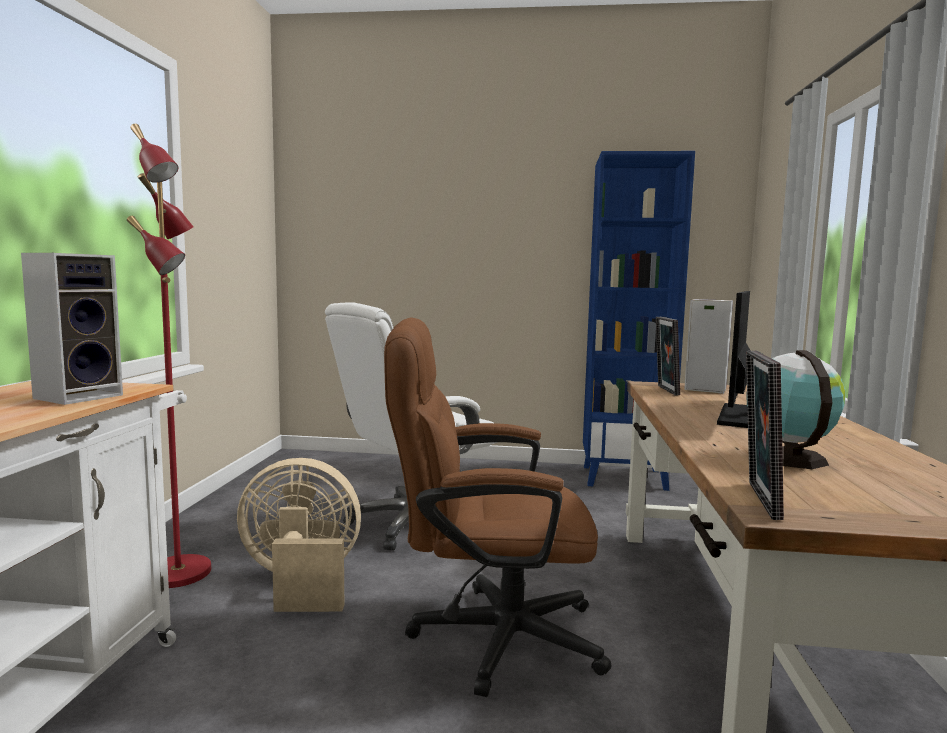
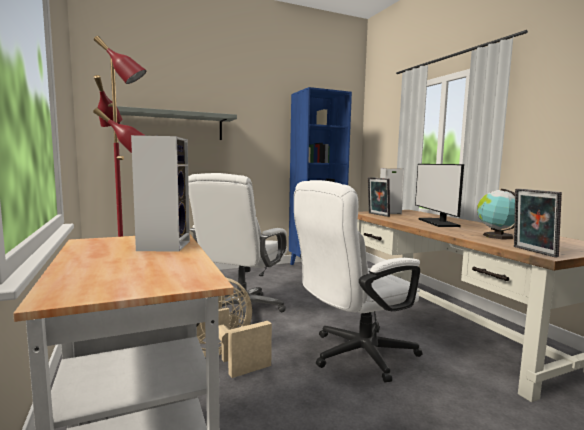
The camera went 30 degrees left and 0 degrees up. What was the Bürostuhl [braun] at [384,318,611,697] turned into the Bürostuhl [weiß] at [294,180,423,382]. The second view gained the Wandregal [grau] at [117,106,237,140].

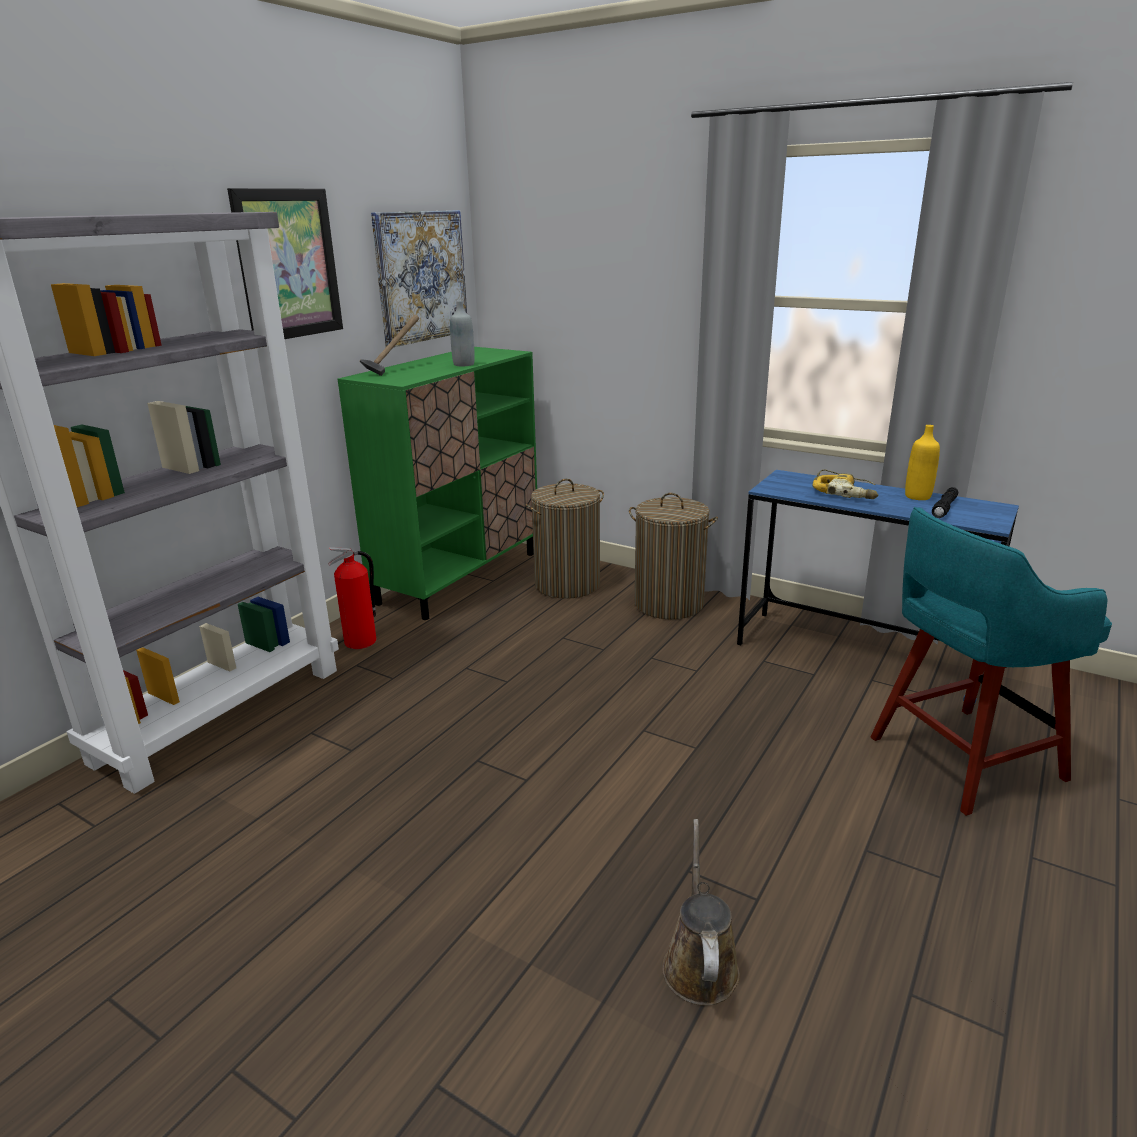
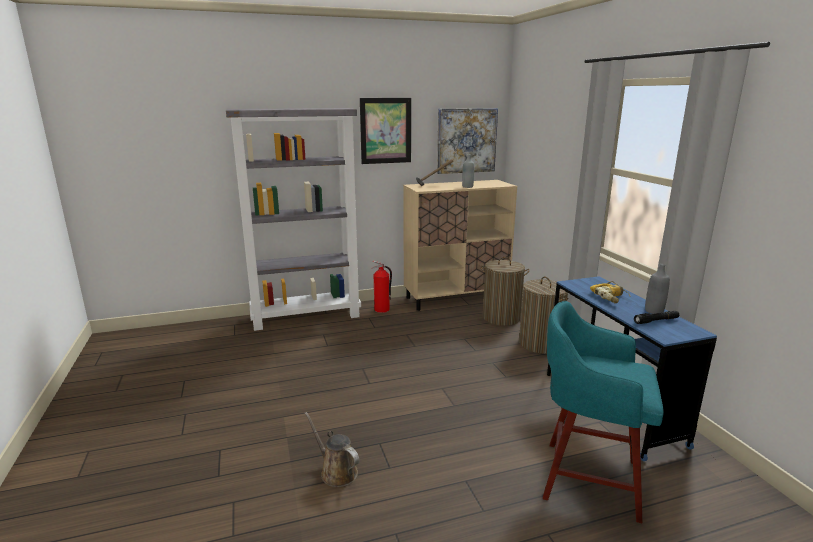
The camera went 40 degrees right and 5 degrees down. What was the Schrank [grün] at [337,347,537,620] turned into the Schrank [beige] at [403,180,517,311]. The Gießkanne [braun] at [662,819,740,1006] ended up facing another way, 90 degrees counterclockwise from before. What was the Flasche [gelb] at [905,425,940,500] turned into the Flasche [grau] at [645,264,670,314].

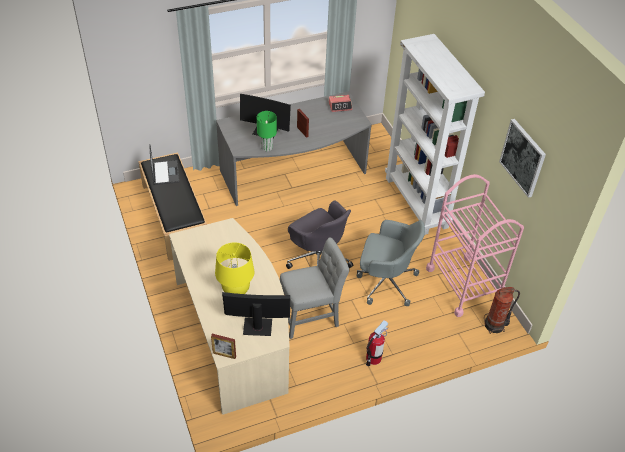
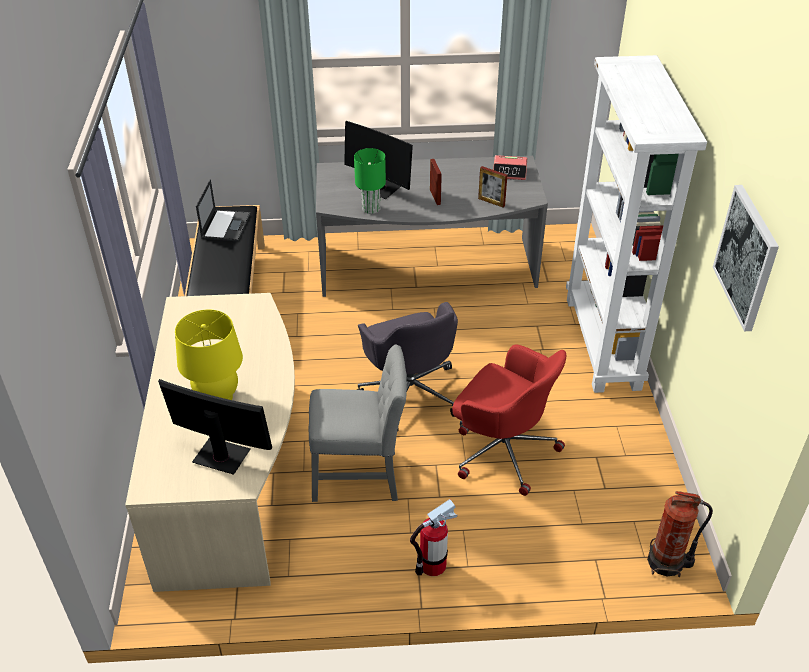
The camera went 20 degrees right and 5 degrees down. The Bilderrahmen ended up elsewhere, having gone from [211,334,236,359] to [478,166,507,207]. What was the Bürostuhl [grau] at [357,220,425,306] turned into the Bürostuhl [rot] at [452,344,566,496]. The second view lost the Rollwagen [rosa] at [426,174,524,317].

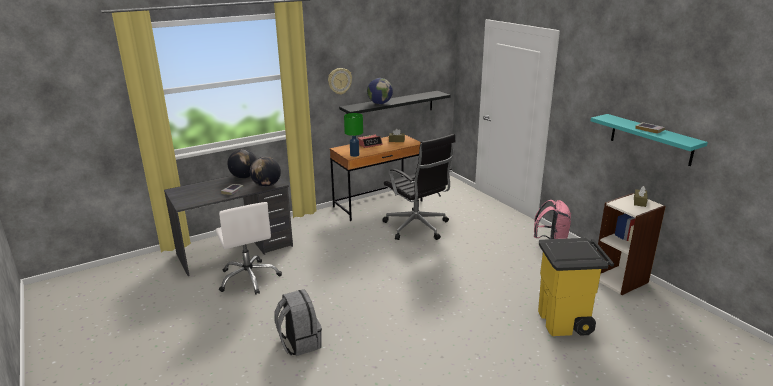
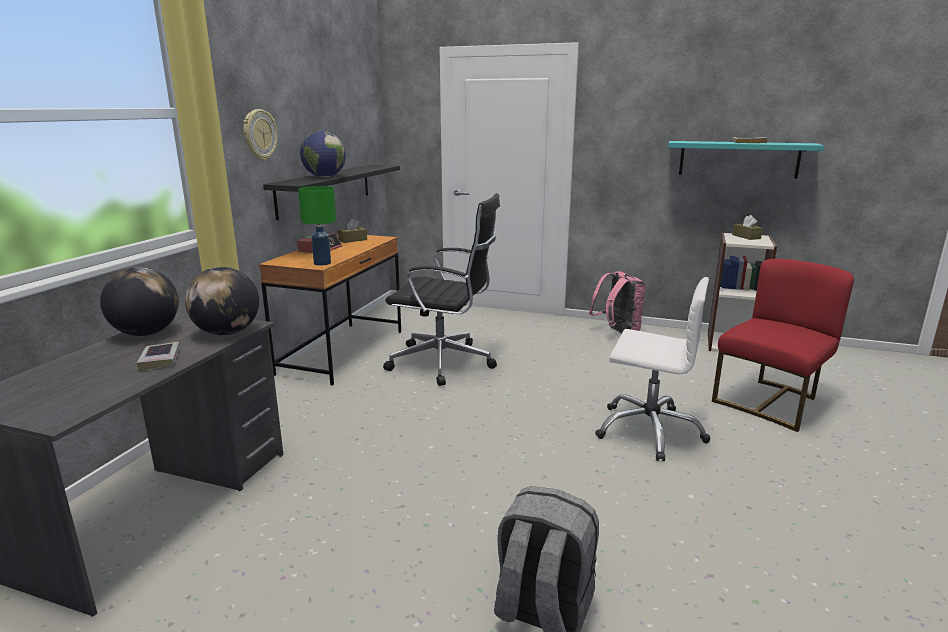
The camera went 40 degrees left and 5 degrees down. The Bürostuhl [weiß] ended up elsewhere, having gone from [216,202,282,295] to [595,277,710,461]. Where the Mülleimer [gelb] stood at [538,238,614,336], the Stuhl [rot] came to stand at [712,259,854,432].

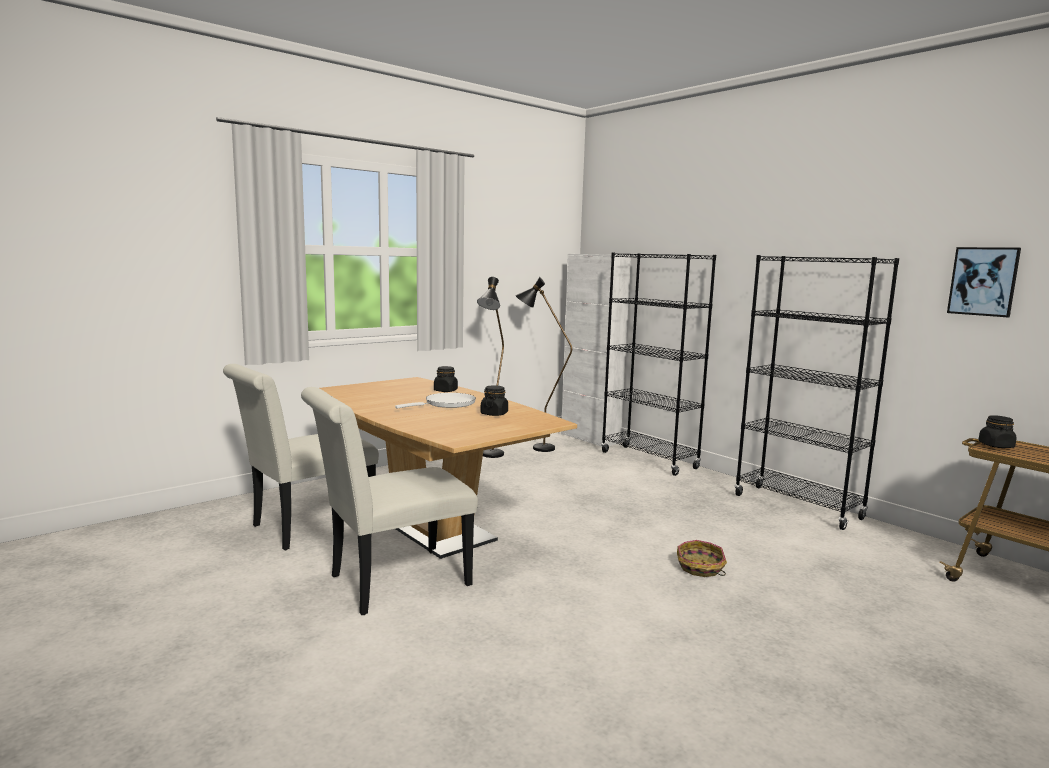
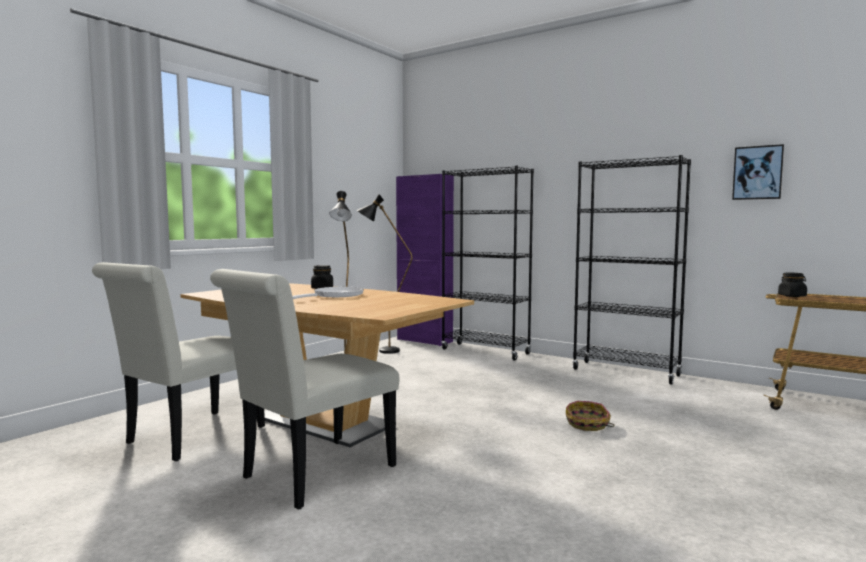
The camera went 15 degrees left and 5 degrees down. The second view lost the Vorratsglas [schwarz] at [480,385,508,416]. What was the Schrank [weiß] at [561,254,631,447] turned into the Schrank [lila] at [396,174,454,346].

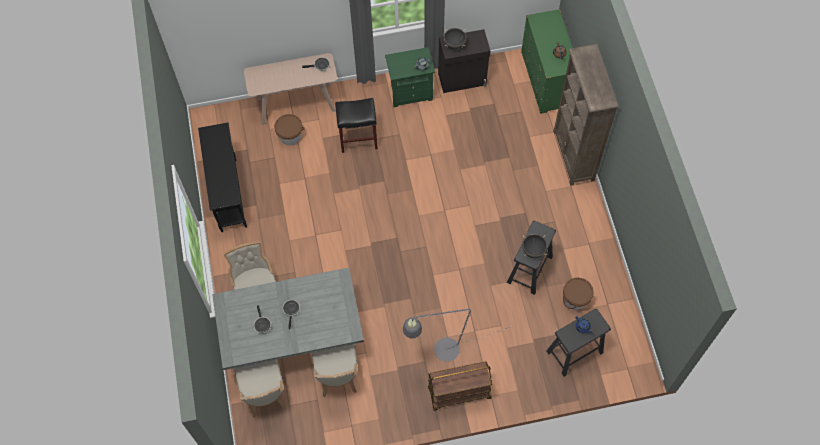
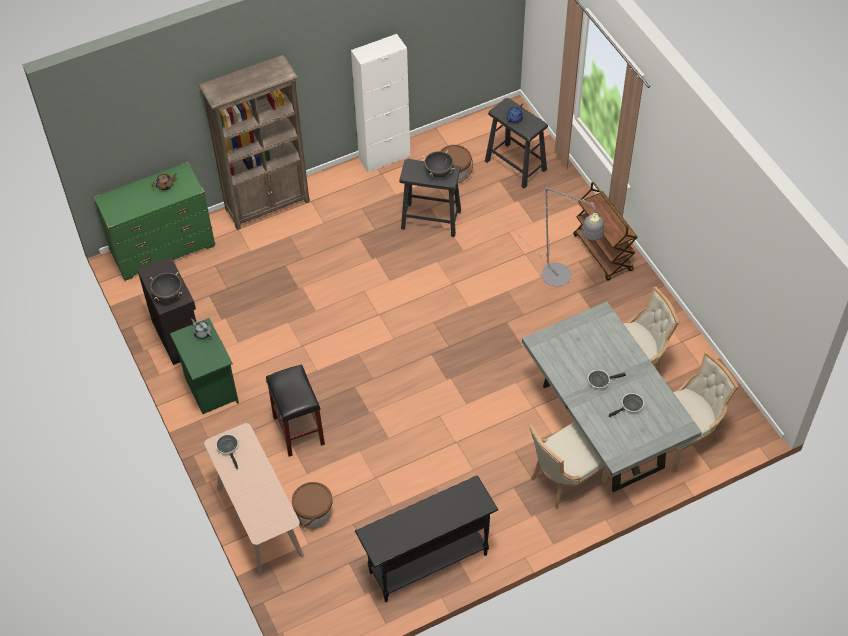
The camera went 105 degrees left and 10 degrees down. The second view gained the Schrank [weiß] at [351,34,410,173].

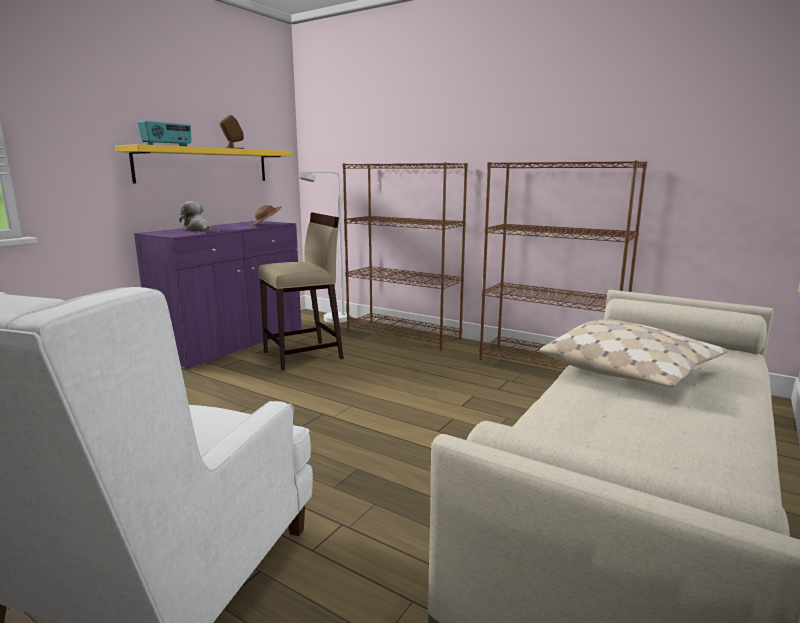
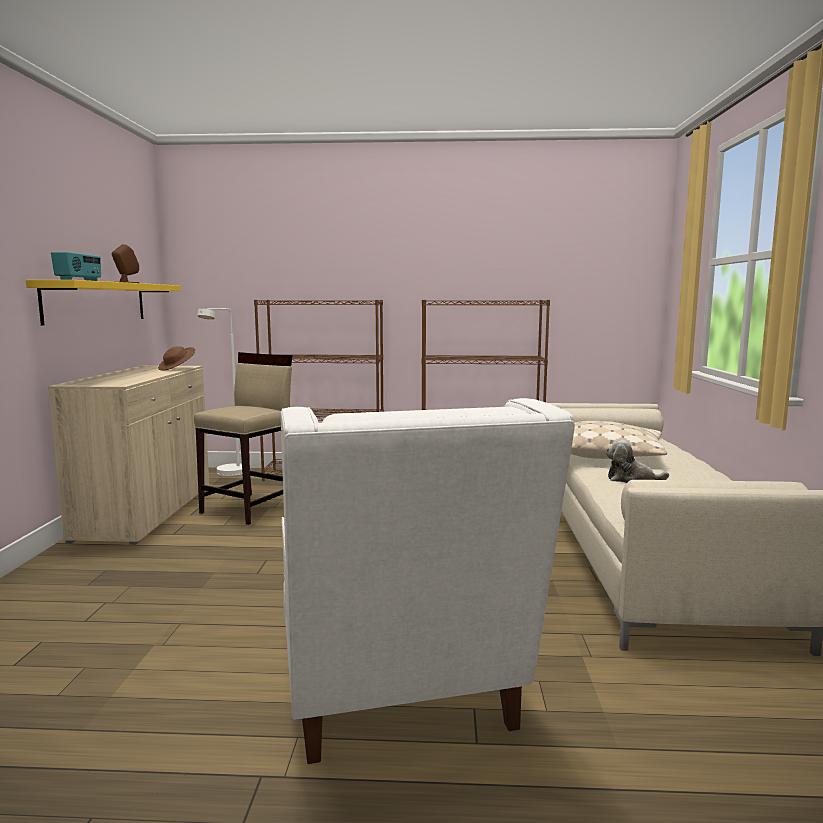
The camera went 30 degrees left and 5 degrees down. What was the Schrank [lila] at [134,221,302,371] turned into the Schrank [beige] at [48,365,209,545]. The Plüschtier ended up elsewhere, having gone from [179,201,212,232] to [606,440,669,483].

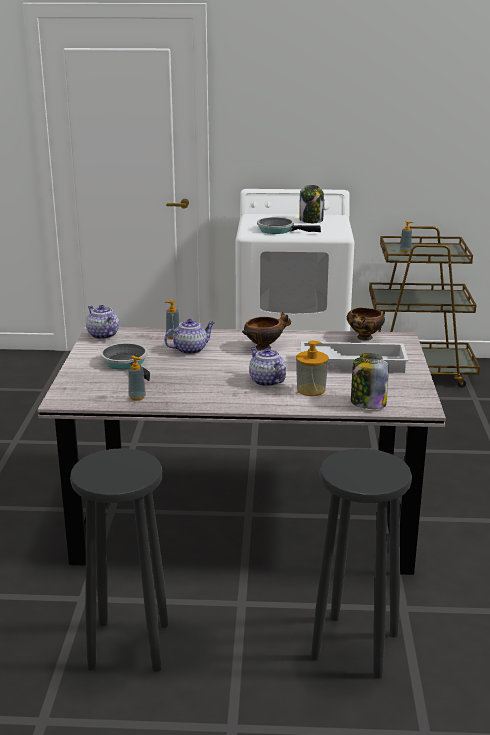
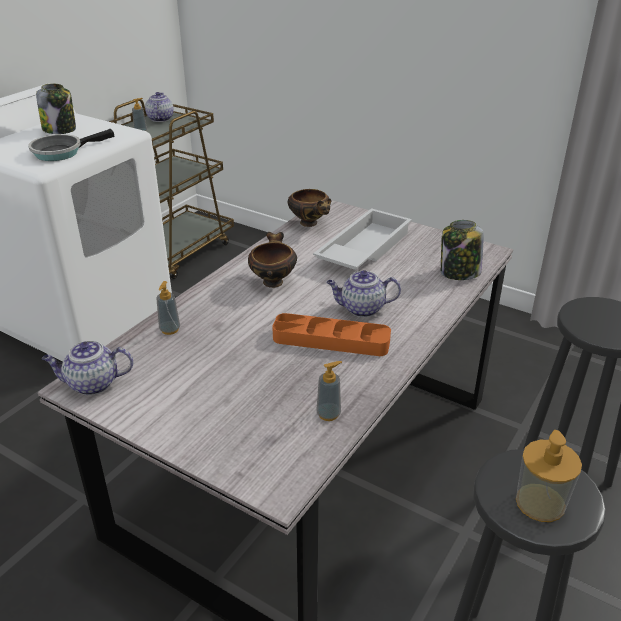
The camera went 60 degrees left and 10 degrees up. The second view lost the Pfanne at [100,343,150,381]. The Teekanne ended up elsewhere, having gone from [164,319,214,354] to [145,92,174,122]. The Seifenspender ended up elsewhere, having gone from [296,340,329,396] to [516,430,582,522]. The second view gained the Tablett [orange] at [272,313,391,356].

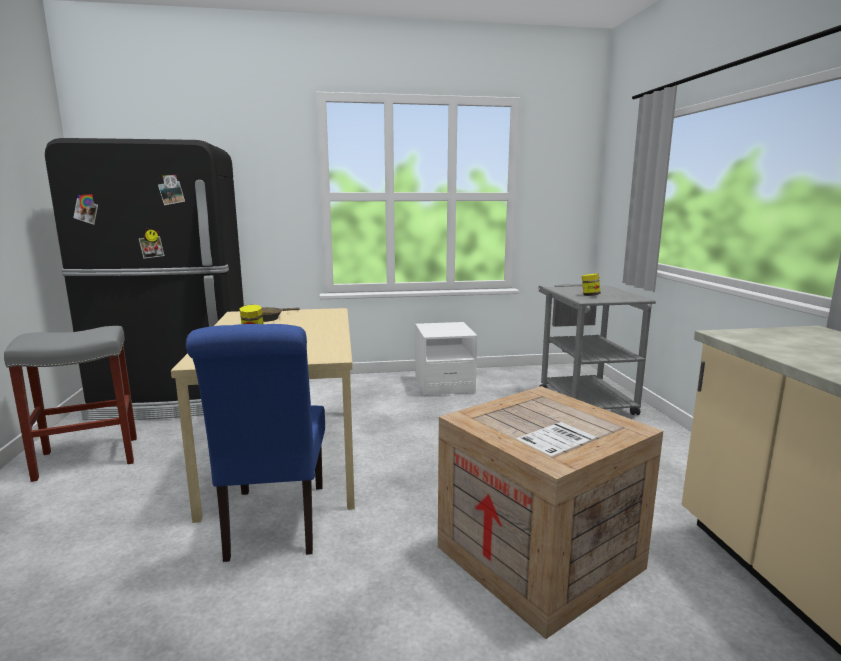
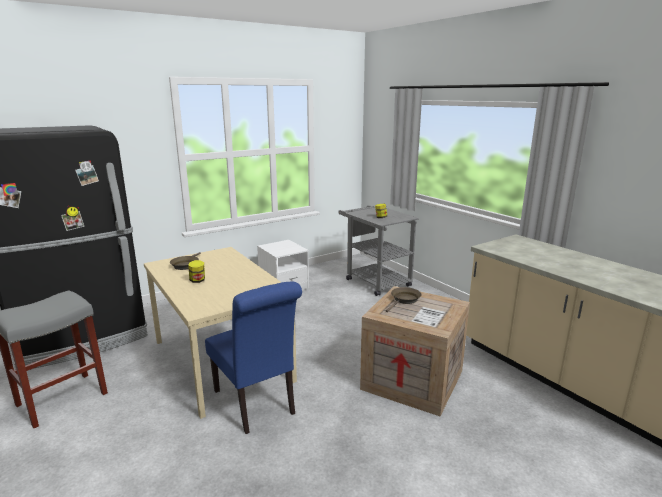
The camera went 25 degrees left and 5 degrees up. The second view gained the Pfanne [braun] at [386,287,421,312].

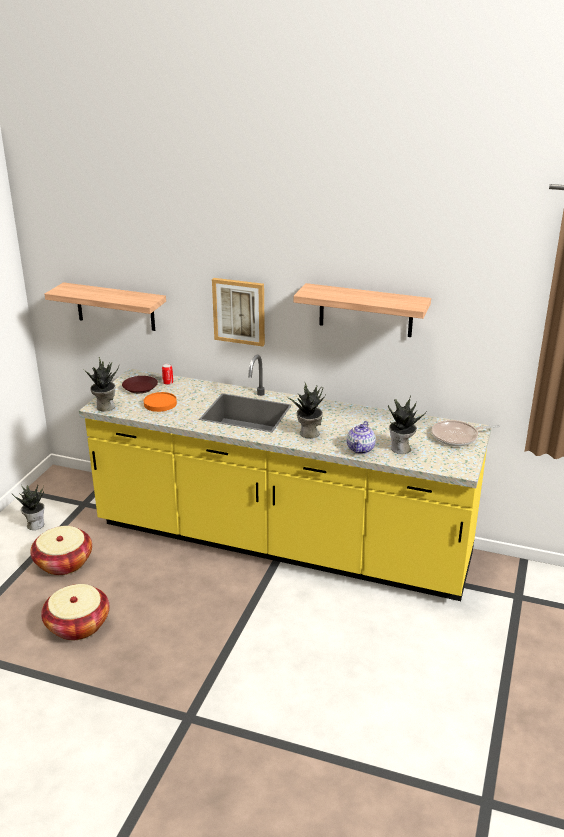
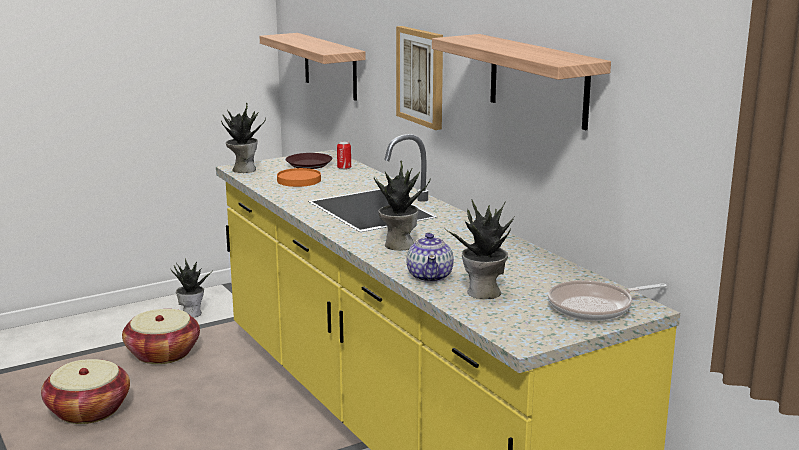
The camera went 40 degrees right and 10 degrees down. The Teekanne at [347,421,376,454] ended up facing another way, 60 degrees counterclockwise from before. The Pfanne at [431,420,500,446] ended up facing another way, 45 degrees counterclockwise from before.

